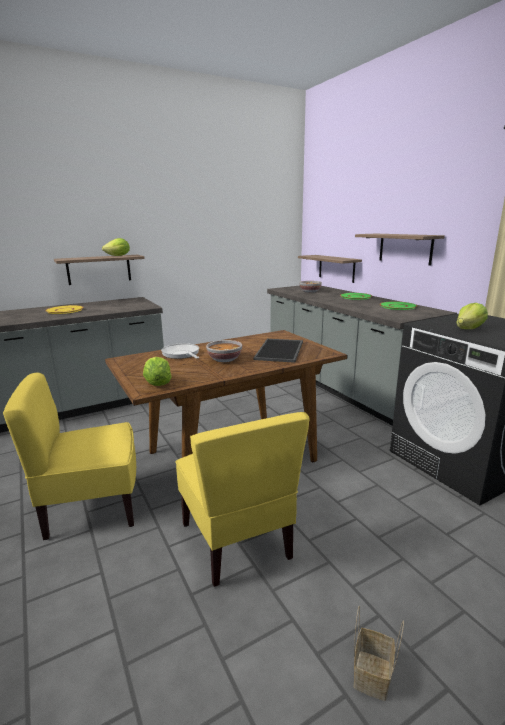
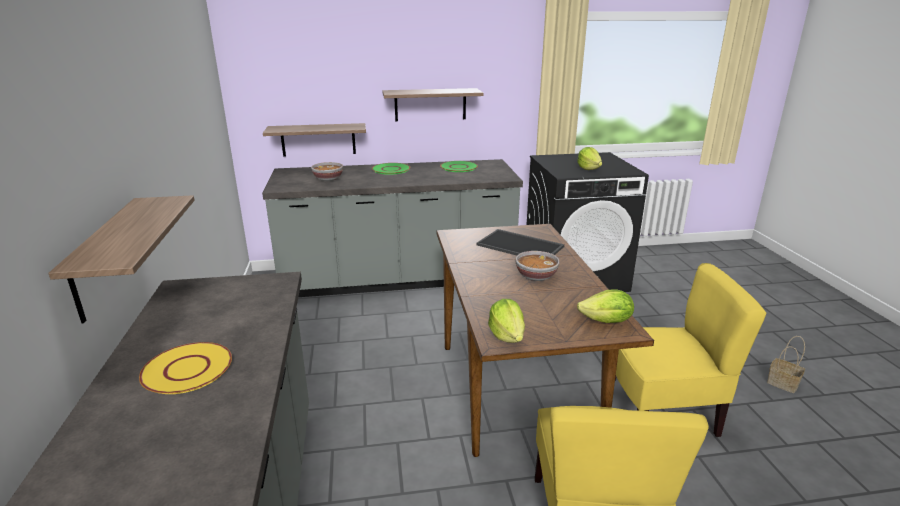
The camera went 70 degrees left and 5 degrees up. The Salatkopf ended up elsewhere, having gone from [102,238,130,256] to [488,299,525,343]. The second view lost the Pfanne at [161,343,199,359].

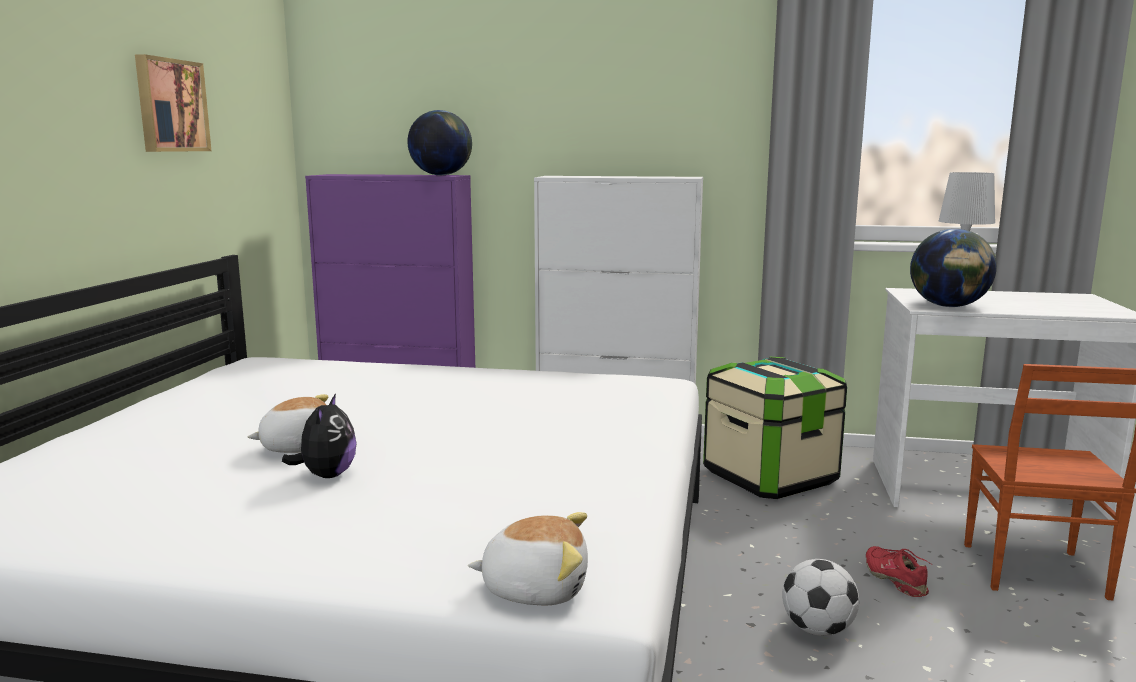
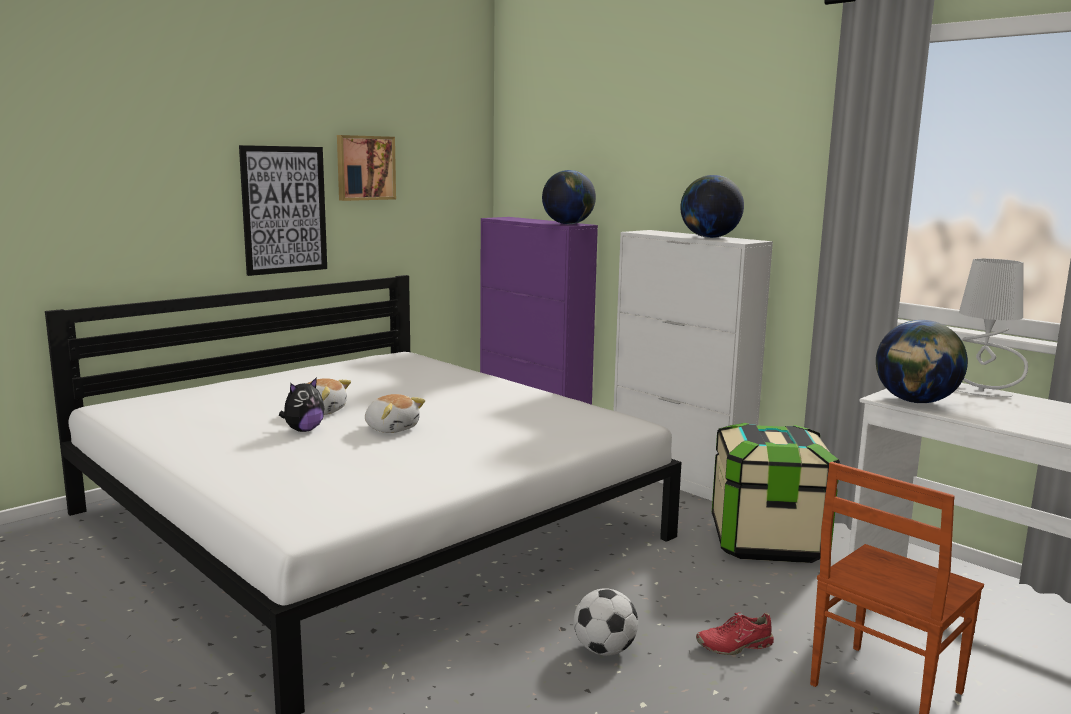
The camera went 35 degrees right and 0 degrees up. The Plüschtier ended up elsewhere, having gone from [468,512,588,605] to [365,394,425,433]. The Schuh [rot] at [866,546,932,597] ended up facing another way, 120 degrees counterclockwise from before. The second view gained the Bild at [239,145,327,276]. The second view gained the Globus at [680,175,744,238].

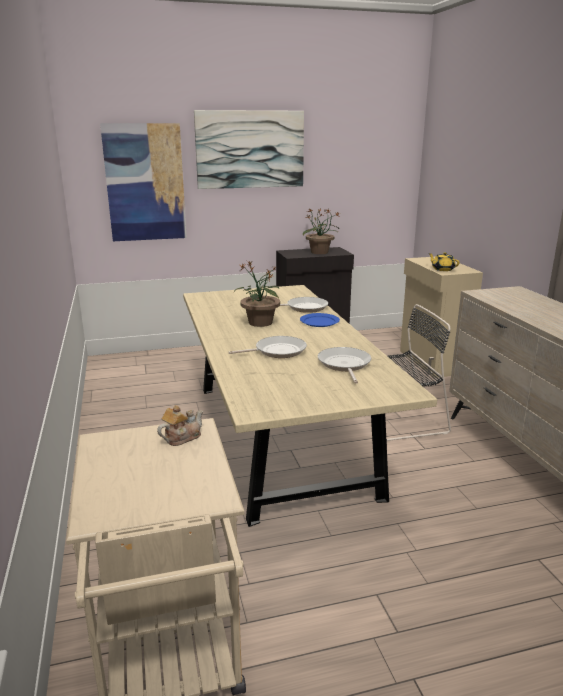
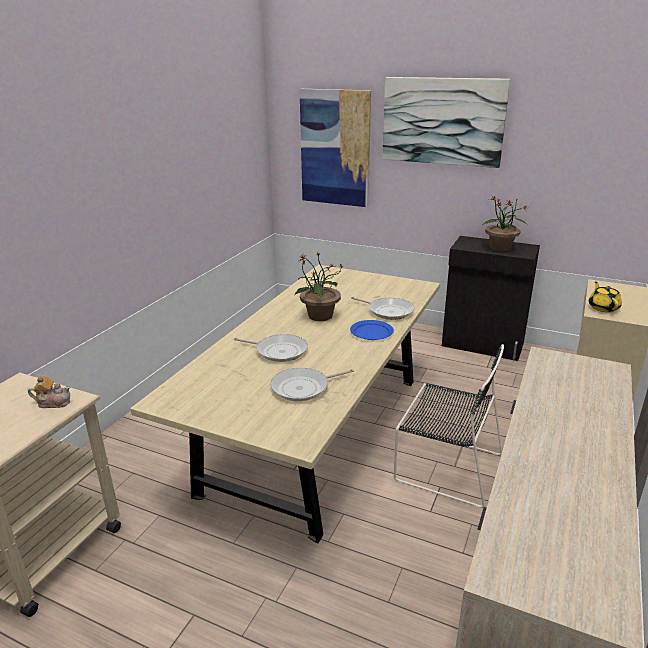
The camera went 40 degrees right and 5 degrees up. The Pfanne at [318,347,371,383] ended up facing another way, 150 degrees counterclockwise from before.

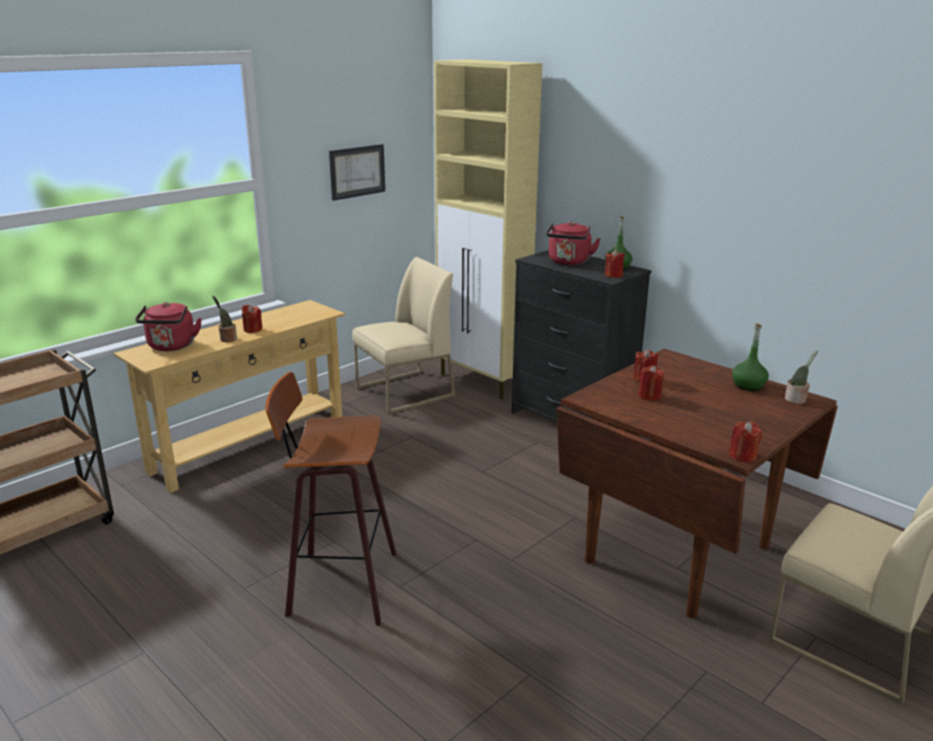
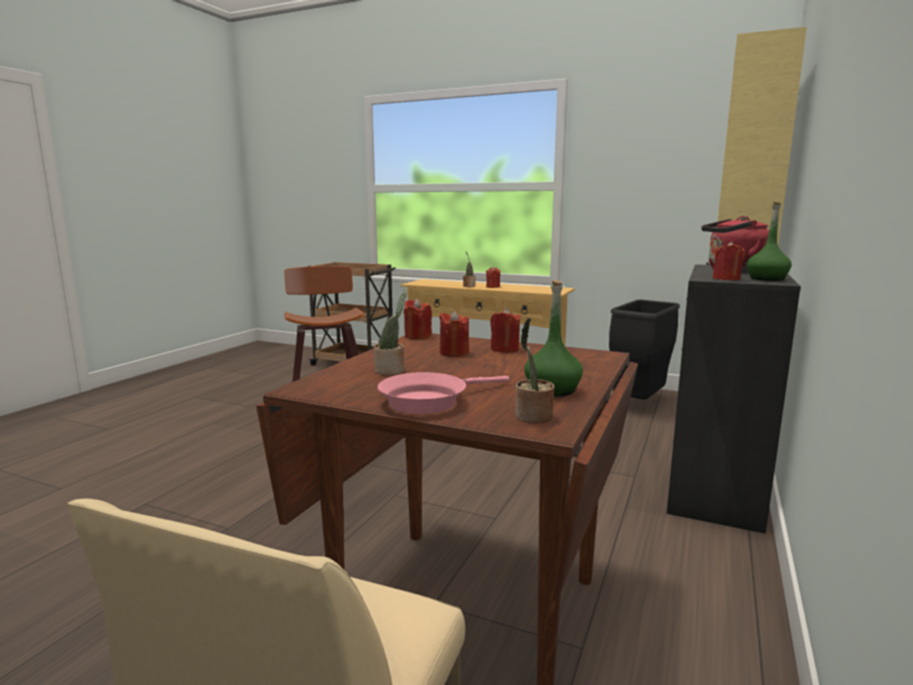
The camera went 70 degrees right and 10 degrees down. The second view lost the Wasserkessel [rot] at [135,302,202,351]. The second view lost the Bild at [329,144,385,201]. Where the Stuhl [beige] stood at [352,257,455,414], the Mülleimer [schwarz] came to stand at [609,300,680,400]. The Kerze [rot] ended up elsewhere, having gone from [729,421,762,462] to [404,298,432,339]. The second view gained the Topfpflanze at [374,290,407,375]. The second view gained the Pfanne [rosa] at [378,372,510,414].

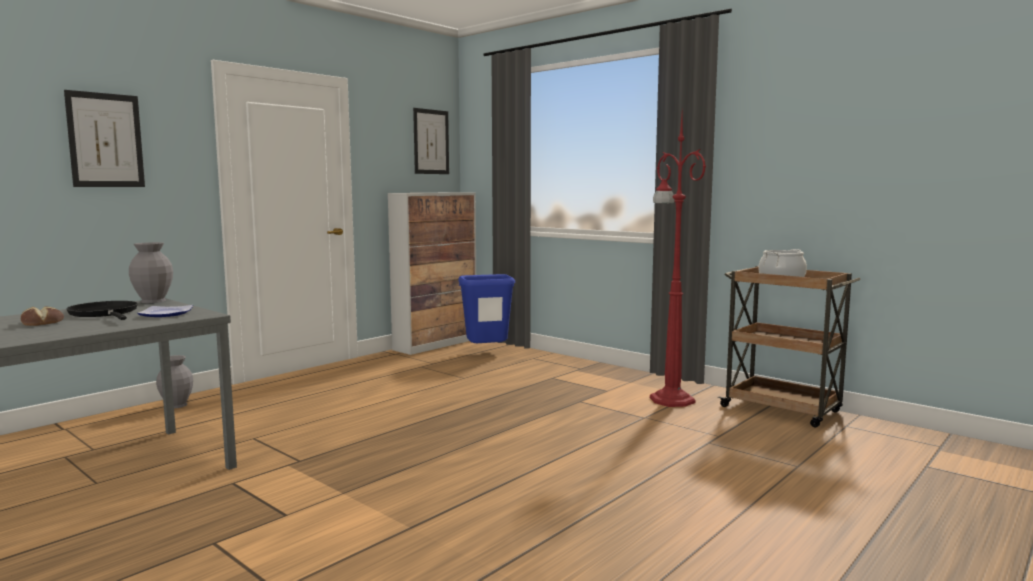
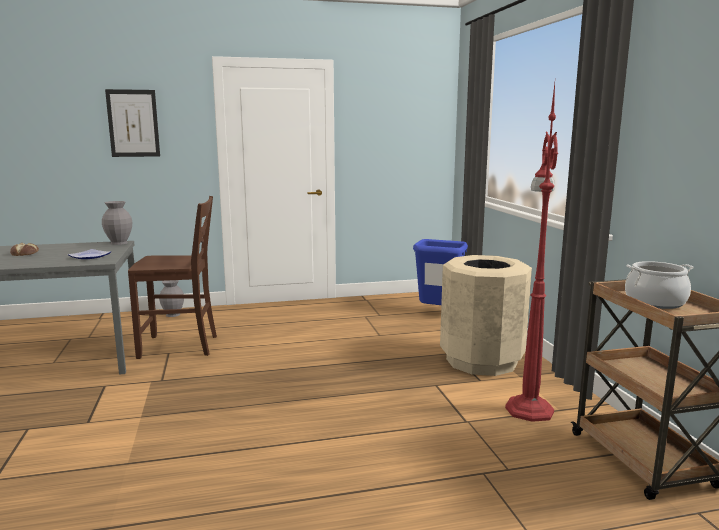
The camera went 35 degrees right and 5 degrees up. The second view lost the Pfanne [schwarz] at [66,301,138,320]. The second view lost the Schrank at [388,192,476,355]. The second view lost the Bild at [413,108,449,174]. The second view gained the Stuhl [braun] at [128,196,217,359]. The second view gained the Mülleimer [beige] at [440,255,532,376].

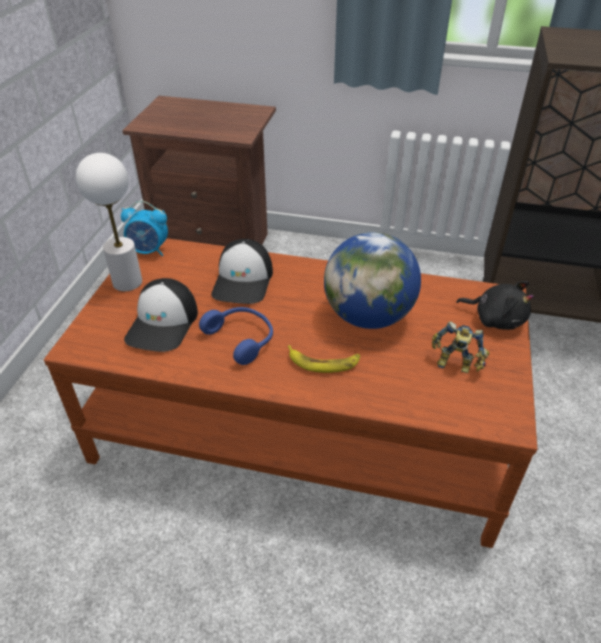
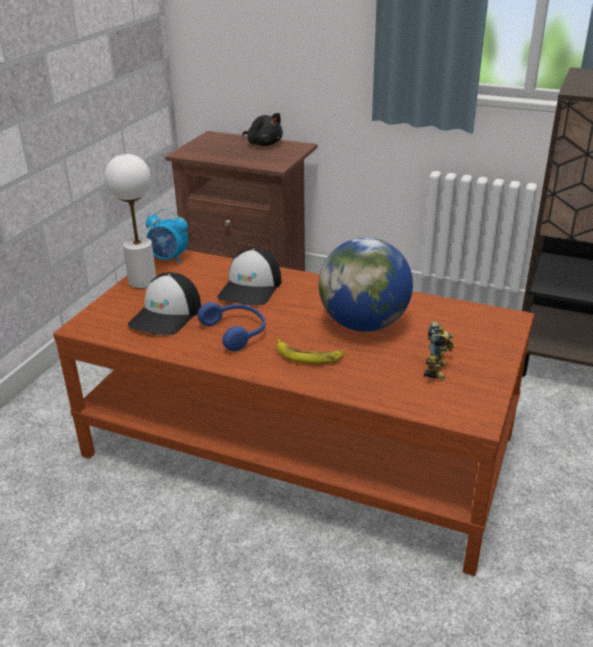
The camera went 10 degrees right and 10 degrees down. The Spielzeugroboter at [432,321,489,373] ended up facing another way, 105 degrees counterclockwise from before. The Plüschtier [schwarz] ended up elsewhere, having gone from [457,281,534,330] to [242,113,283,146].

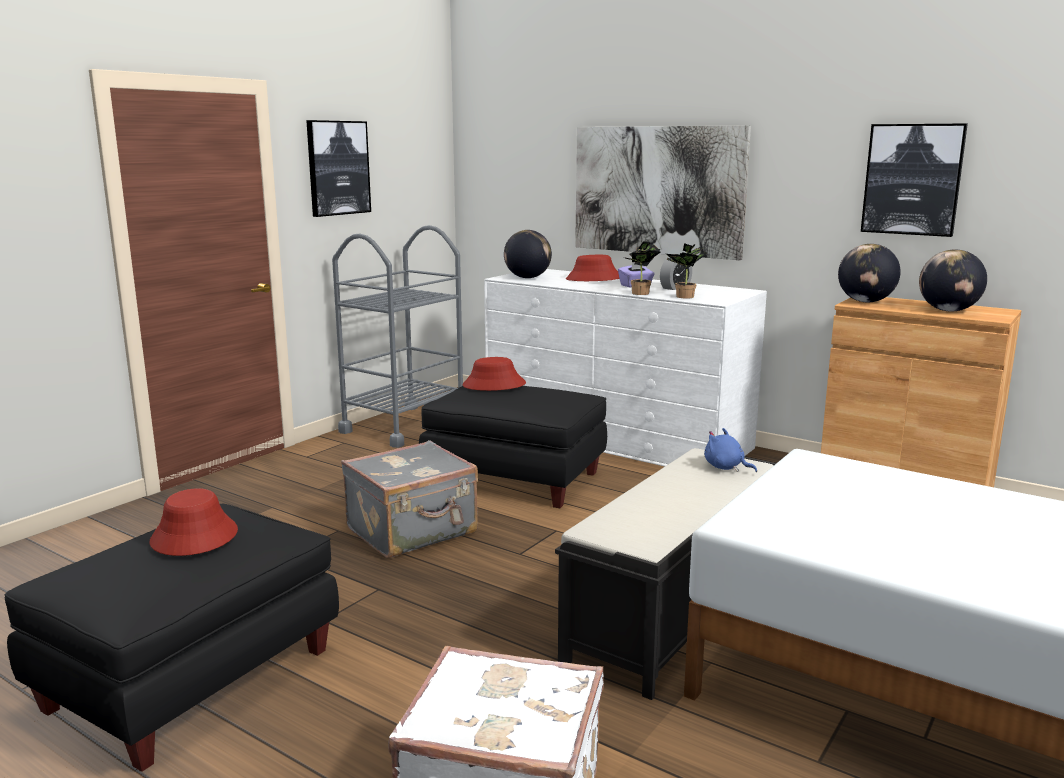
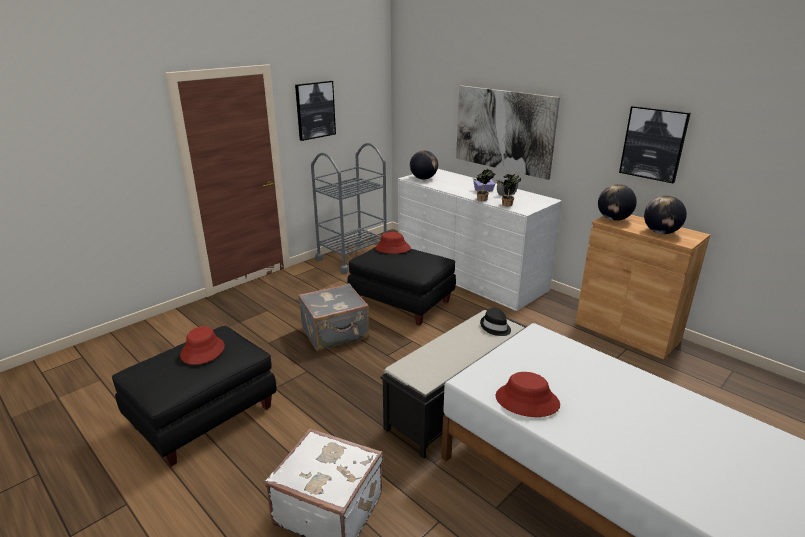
The camera went 10 degrees right and 10 degrees up. The Hut [rot] ended up elsewhere, having gone from [566,255,620,281] to [496,372,560,417]. Where the Plüschtier [blau] stood at [704,428,757,472], the Hut [schwarz] came to stand at [480,308,511,336].

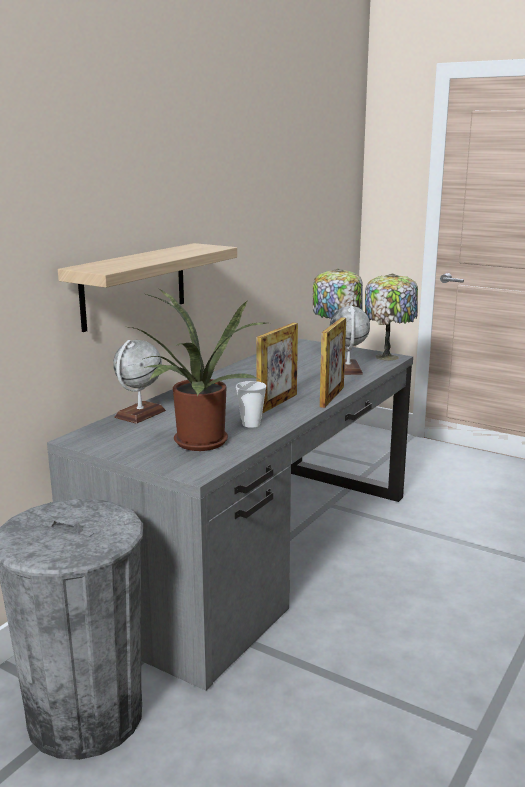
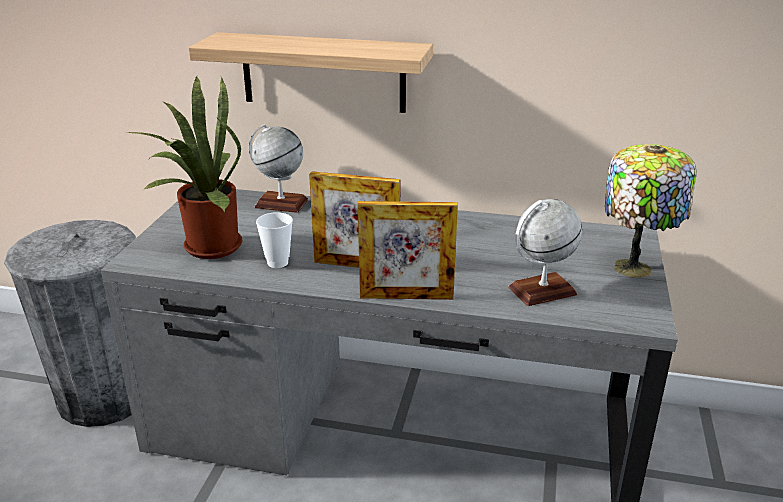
The camera went 70 degrees right and 10 degrees up. The second view lost the Tischlampe at [365,273,418,361].

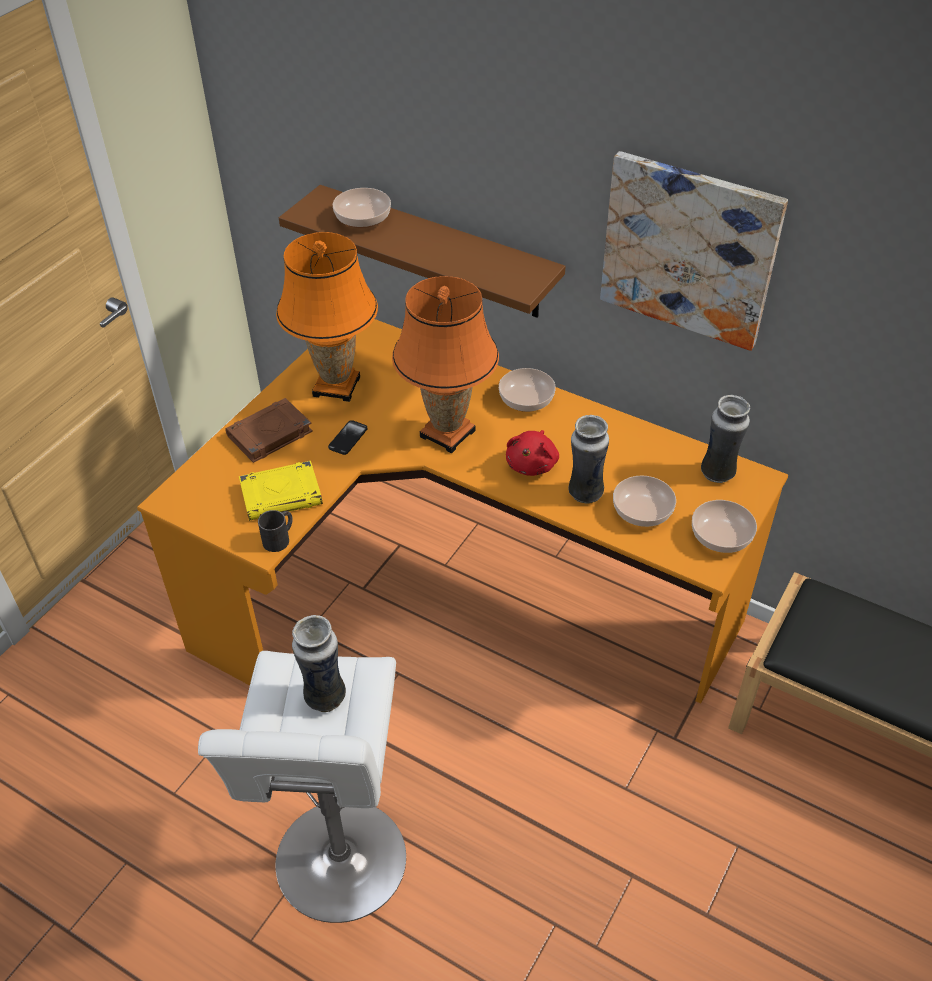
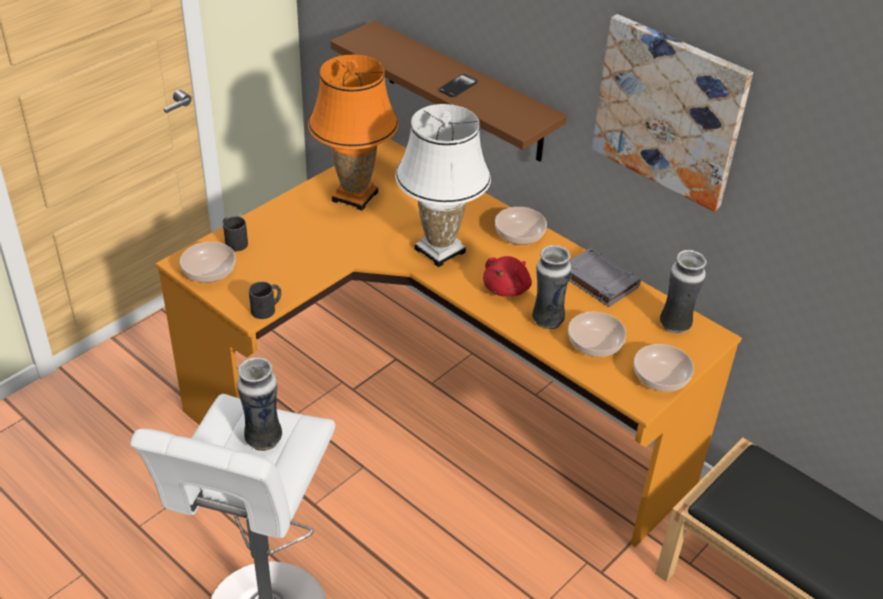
The camera went 10 degrees right and 5 degrees down. The second view lost the Buch [braun] at [225,398,313,463]. The second view lost the Buch [gelb] at [239,461,323,521]. The Handy ended up elsewhere, having gone from [328,420,367,455] to [439,74,478,97]. The Schüssel ended up elsewhere, having gone from [333,188,391,228] to [180,242,235,283]. What was the Tischlampe [orange] at [392,276,499,453] turned into the Tischlampe [weiß] at [395,104,491,267]. The second view gained the Henkelbecher [schwarz] at [223,216,248,251]. The second view gained the Buch [grau] at [569,248,641,307].

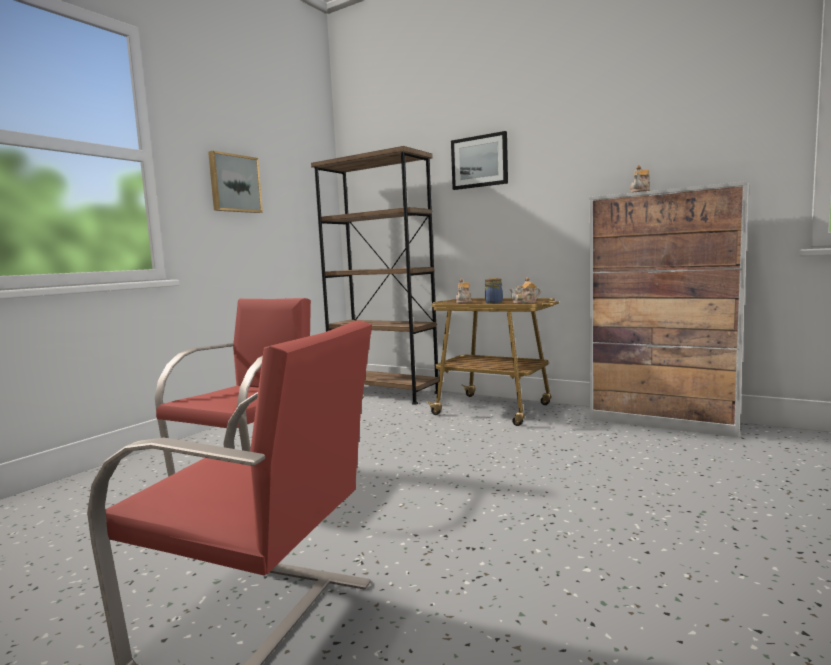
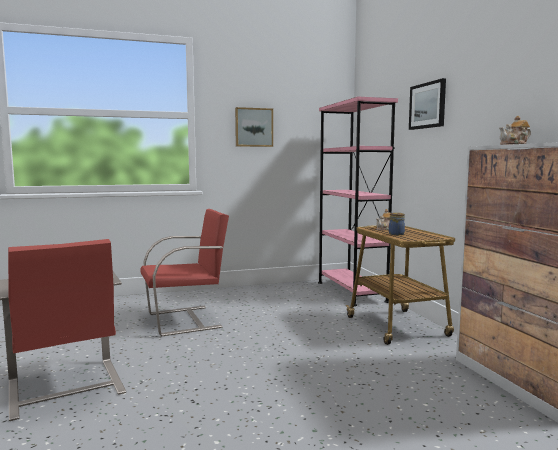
The camera went 40 degrees right and 0 degrees up. What was the Bücherregal [braun] at [311,146,439,405] turned into the Bücherregal [rosa] at [318,97,398,306]. The second view lost the Teekanne at [509,277,541,304].

